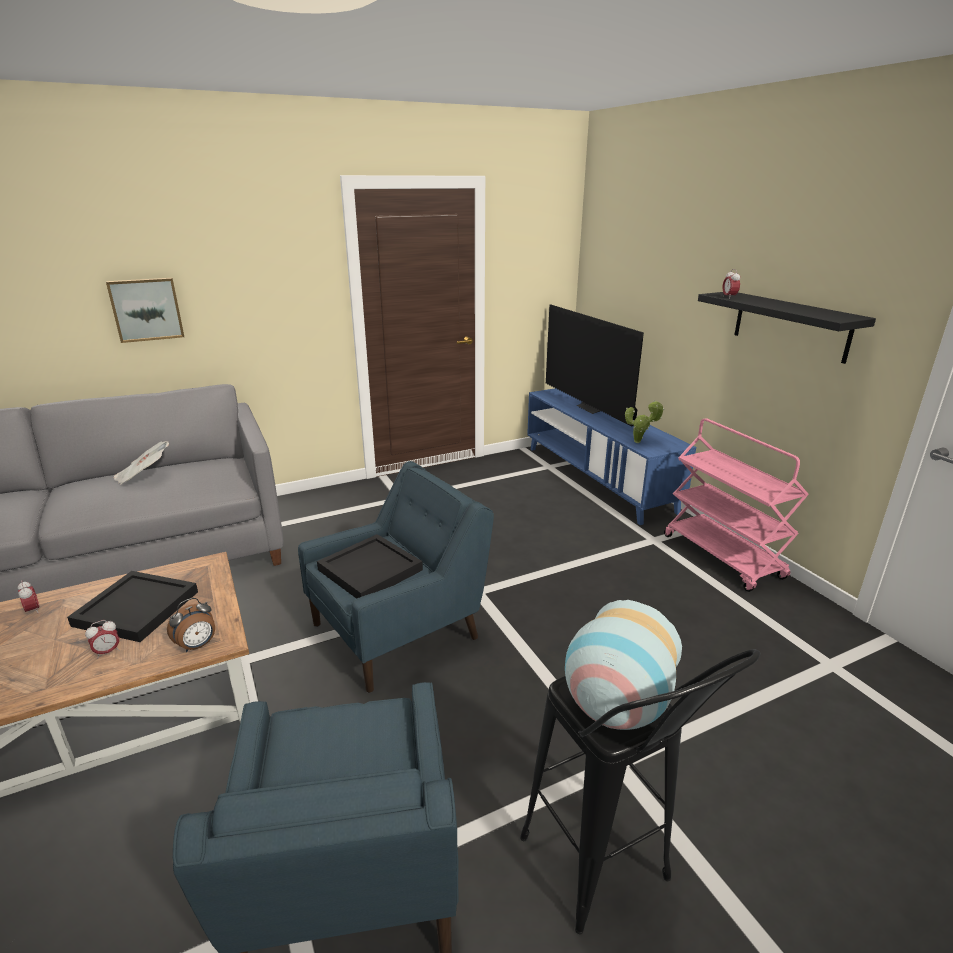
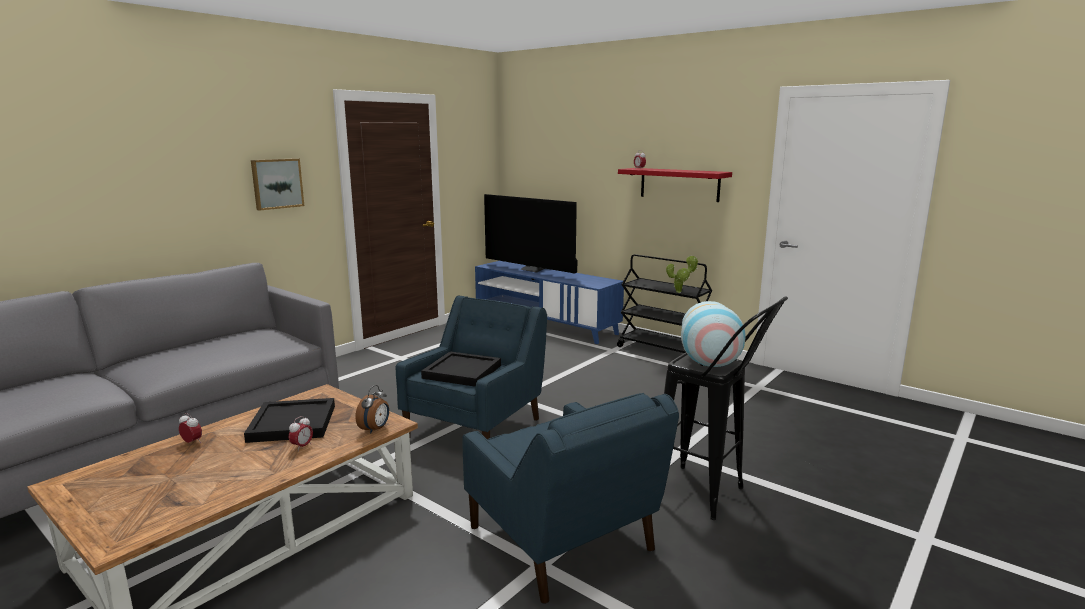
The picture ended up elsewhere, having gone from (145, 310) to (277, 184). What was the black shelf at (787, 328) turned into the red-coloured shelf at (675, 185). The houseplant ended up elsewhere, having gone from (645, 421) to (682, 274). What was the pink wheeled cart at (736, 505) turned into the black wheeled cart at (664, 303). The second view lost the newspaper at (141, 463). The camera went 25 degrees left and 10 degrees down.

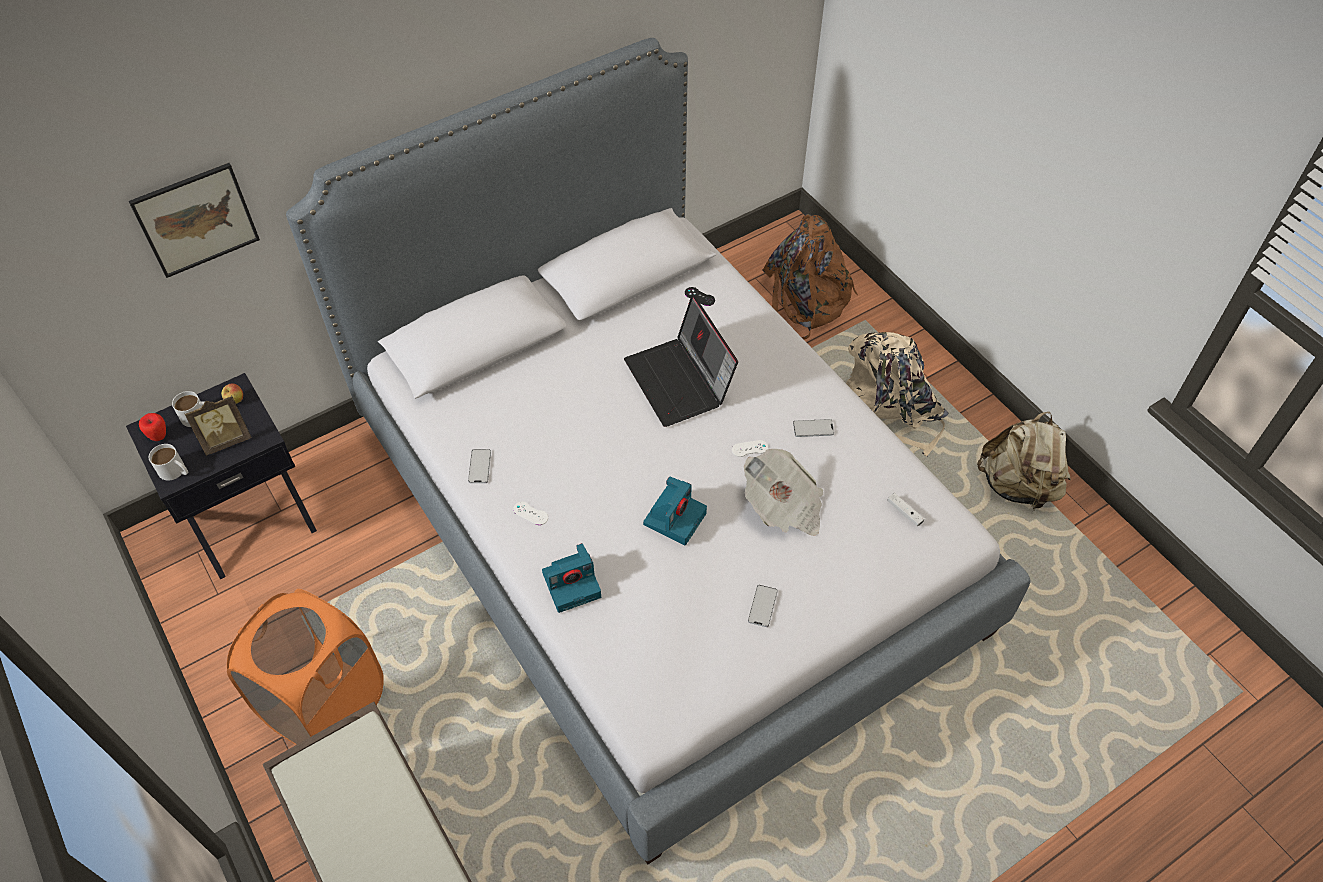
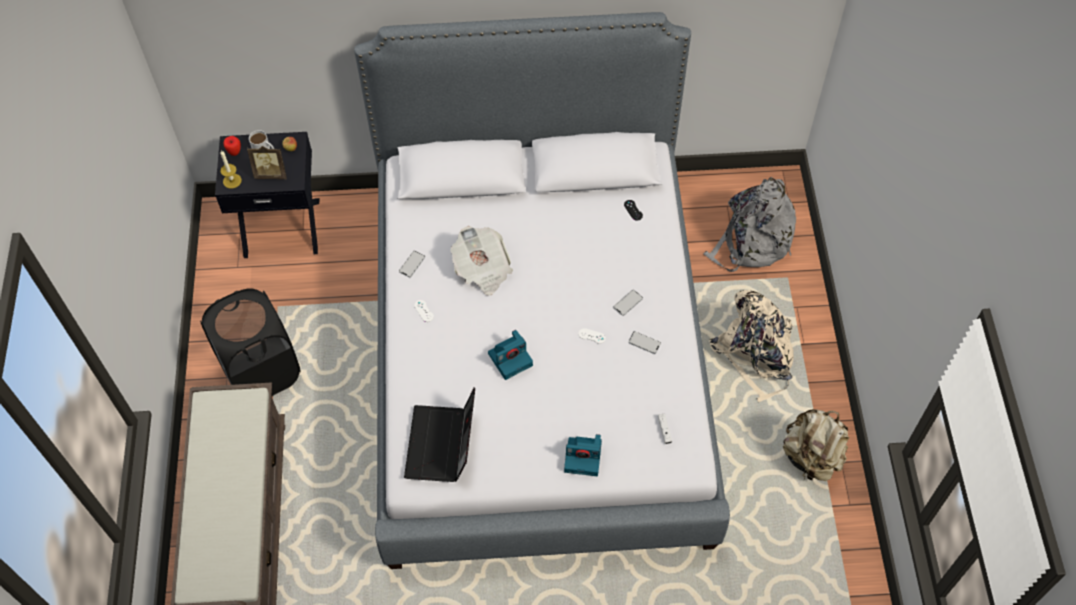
The second view lost the picture at (194, 220). What was the brown rucksack at (810, 277) turned into the greyish rucksack at (749, 224). The laptop ended up elsewhere, having gone from (681, 360) to (439, 435). Where the white-coloured coffee mug stood at (168, 462), the wax candle came to stand at (231, 169). The newspaper ended up elsewhere, having gone from (783, 492) to (481, 261). The photo camera ended up elsewhere, having gone from (571, 578) to (583, 455). The telephone ended up elsewhere, having gone from (763, 606) to (628, 303). What was the orange washing basket at (305, 667) turned into the black washing basket at (250, 342). The camera went 30 degrees right and 5 degrees up.

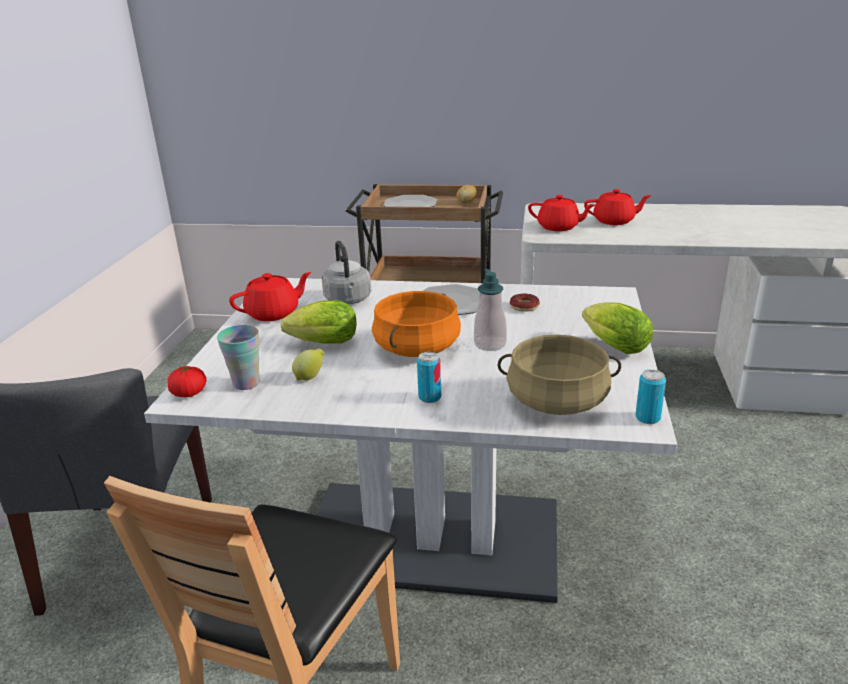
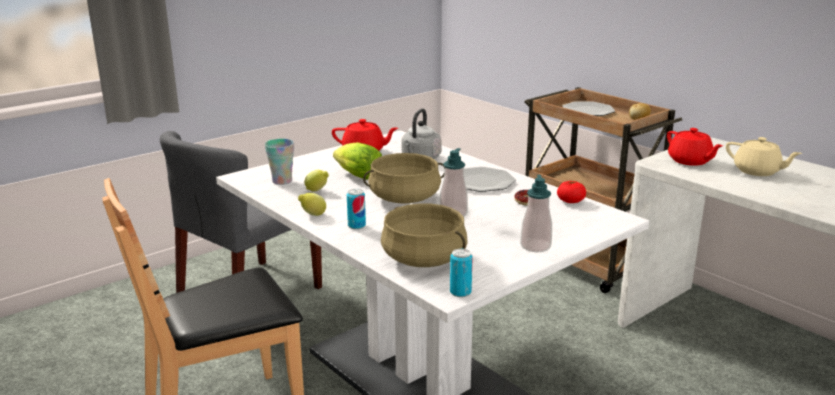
What was the red-coloured teapot at (618, 207) turned into the beige-coloured teapot at (764, 156). What was the orange saucepot at (416, 324) turned into the beige-coloured saucepot at (404, 178). Where the head of lettuce stood at (617, 328), the liquid soap bottle came to stand at (536, 213). The tomato ended up elsewhere, having gone from (187, 382) to (571, 192). The second view gained the whole lemon at (312, 204). The camera went 40 degrees right and 5 degrees down.

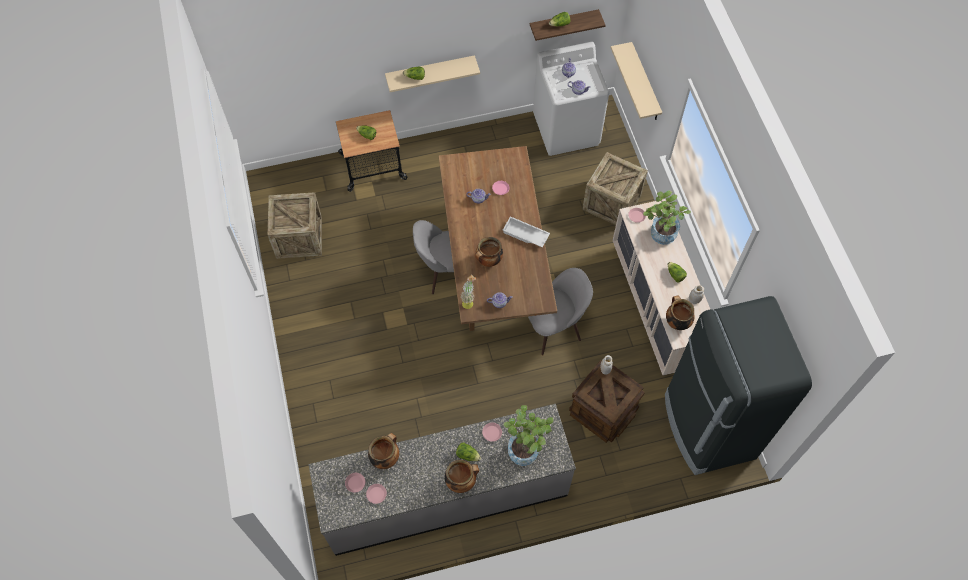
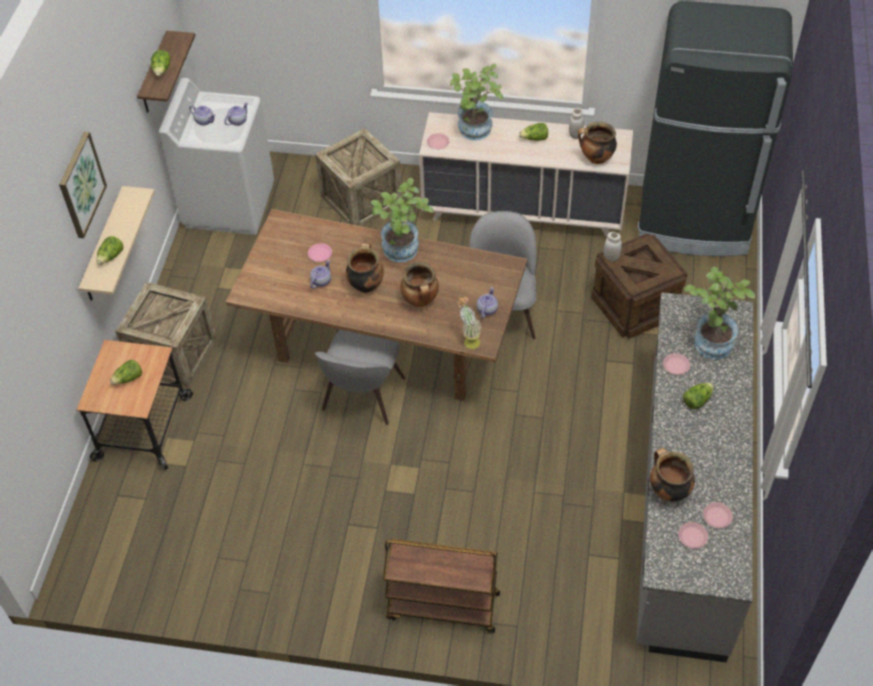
The second view lost the beige-coloured shelf at (636, 81). The packing crate ended up elsewhere, having gone from (294, 225) to (166, 335). Where the white-coloured tray stood at (526, 231), the houseplant came to stand at (402, 220). The saucepot ended up elsewhere, having gone from (462, 476) to (365, 268). The second view gained the picture at (83, 185). The second view gained the brown wheeled cart at (441, 586). The camera went 65 degrees left and 10 degrees down.

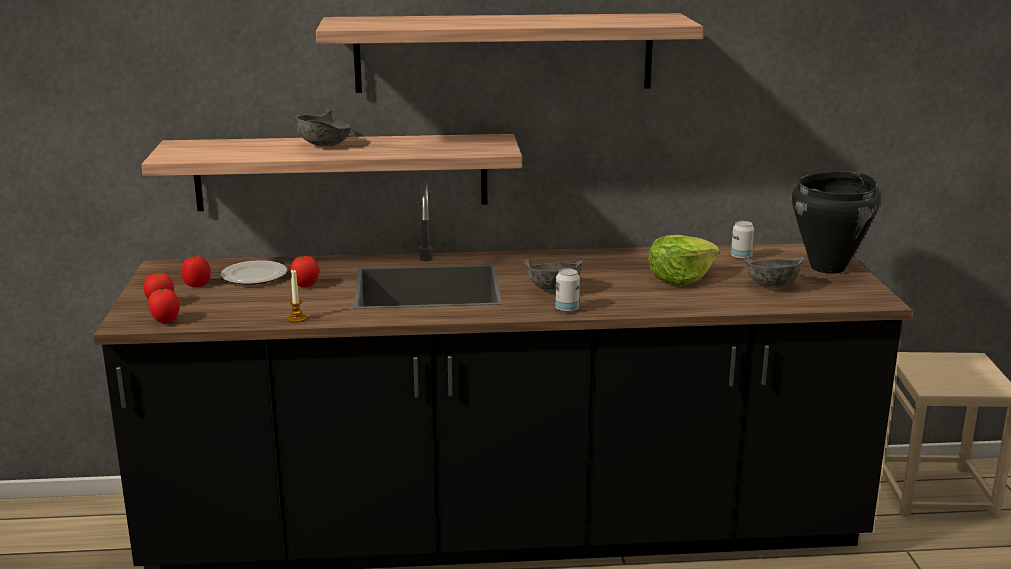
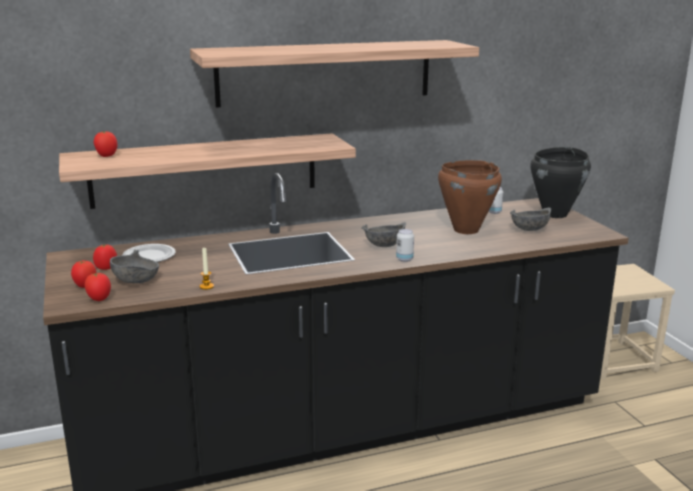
The greyish deep dish ended up elsewhere, having gone from (323, 127) to (134, 266). Where the head of lettuce stood at (684, 260), the brown saucepot came to stand at (470, 197). The tomato ended up elsewhere, having gone from (304, 271) to (106, 144). The camera went 15 degrees left and 0 degrees up.

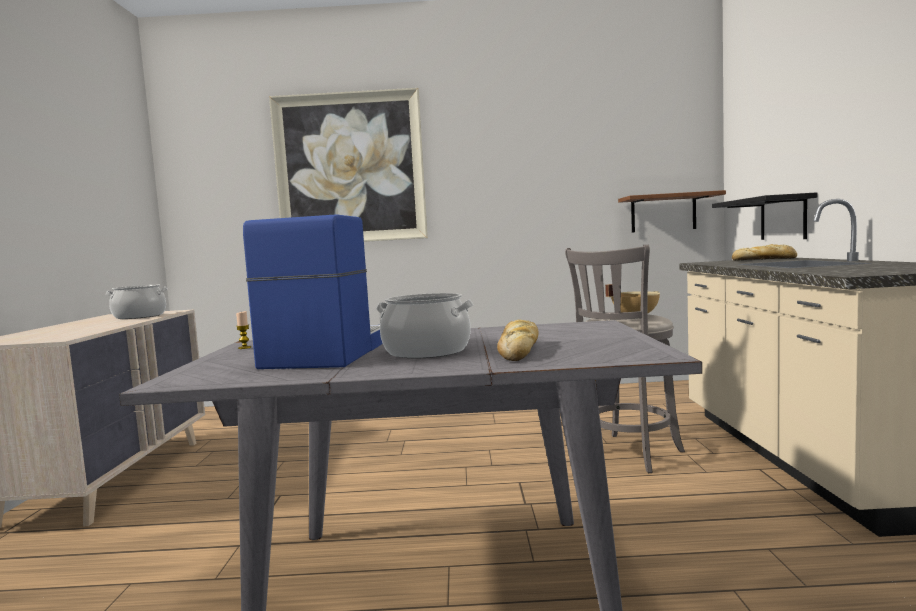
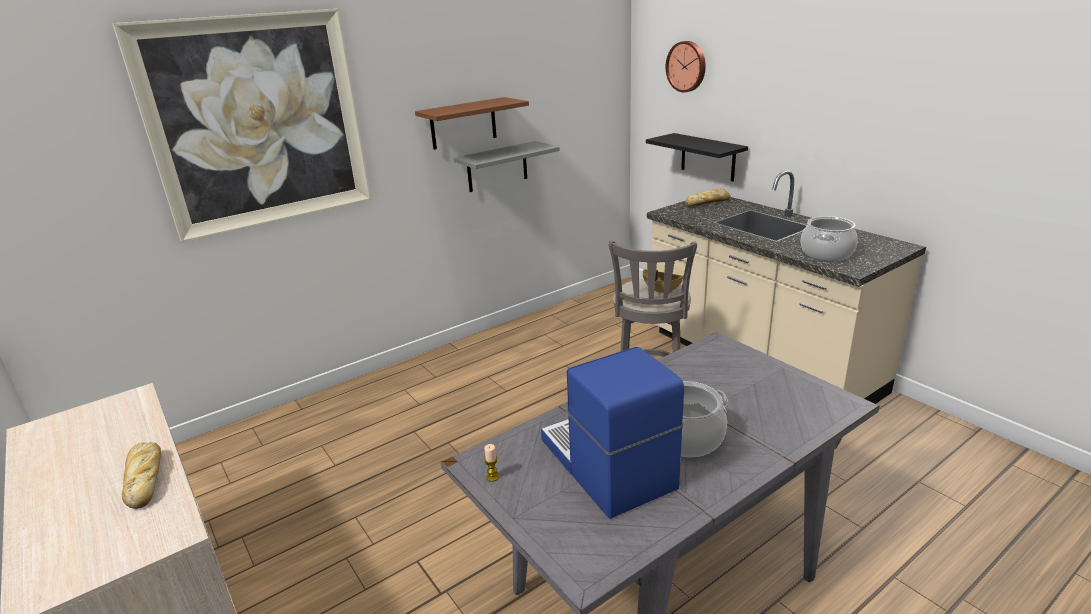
The brown shelf ended up elsewhere, having gone from (672, 211) to (472, 123). The saucepot ended up elsewhere, having gone from (136, 302) to (829, 238). The bread ended up elsewhere, having gone from (517, 340) to (141, 475). The second view gained the hanging clock at (686, 66). The second view gained the greyish shelf at (507, 166). The camera went 35 degrees left and 20 degrees up.

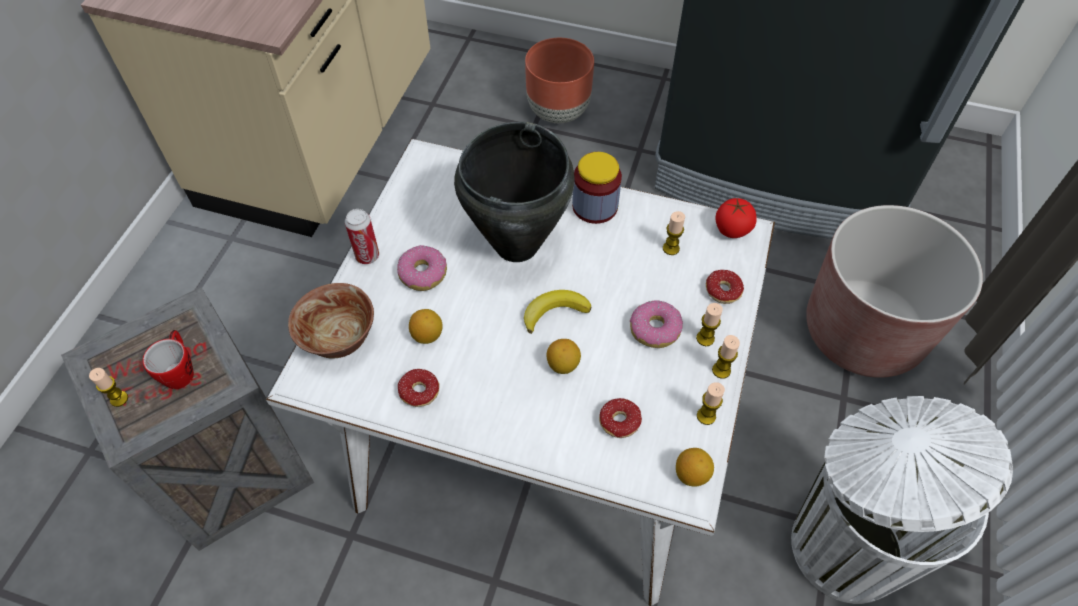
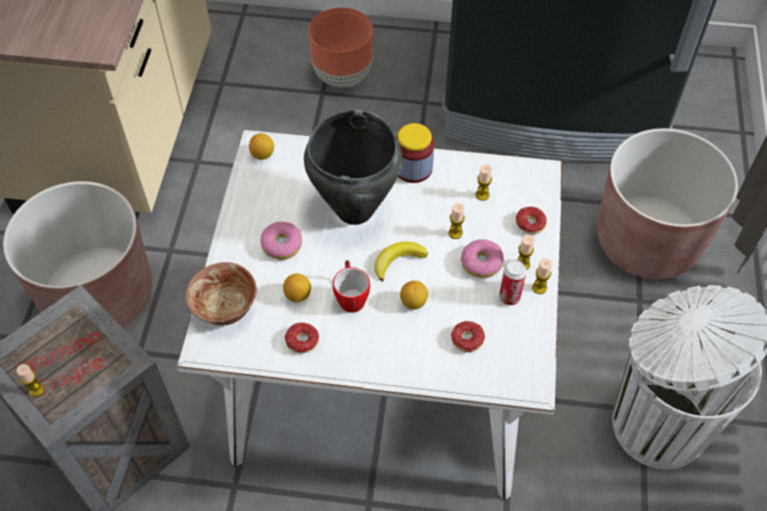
The second view lost the tomato at (736, 218). The can ended up elsewhere, having gone from (362, 236) to (513, 282). The coffee mug ended up elsewhere, having gone from (168, 359) to (351, 286). The wax candle ended up elsewhere, having gone from (711, 403) to (456, 221). The whole lemon ended up elsewhere, having gone from (695, 467) to (261, 146). The second view gained the brown plant pot at (77, 254). The camera went 10 degrees left and 0 degrees up.

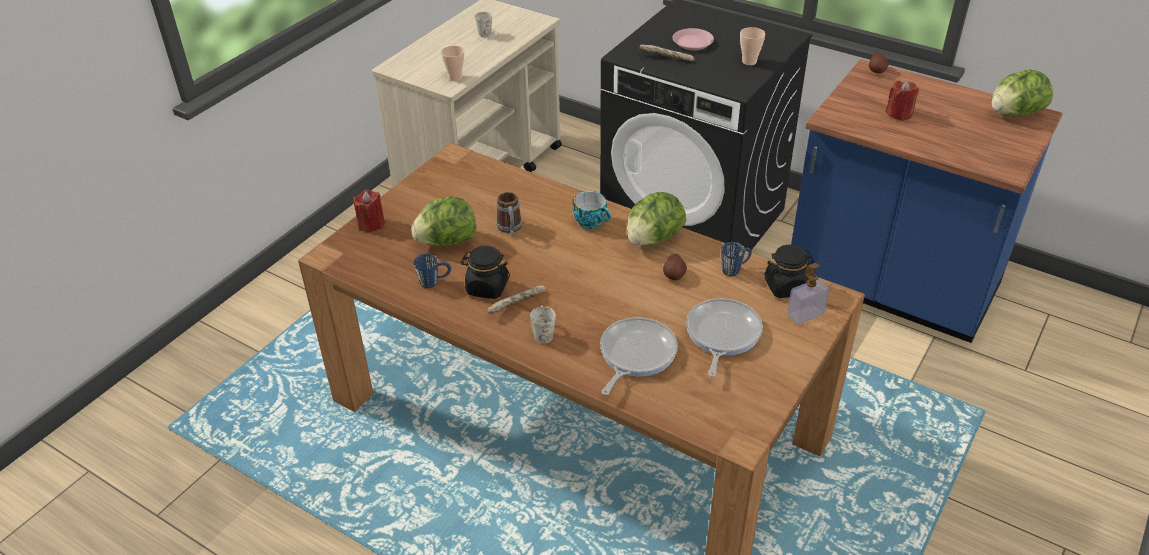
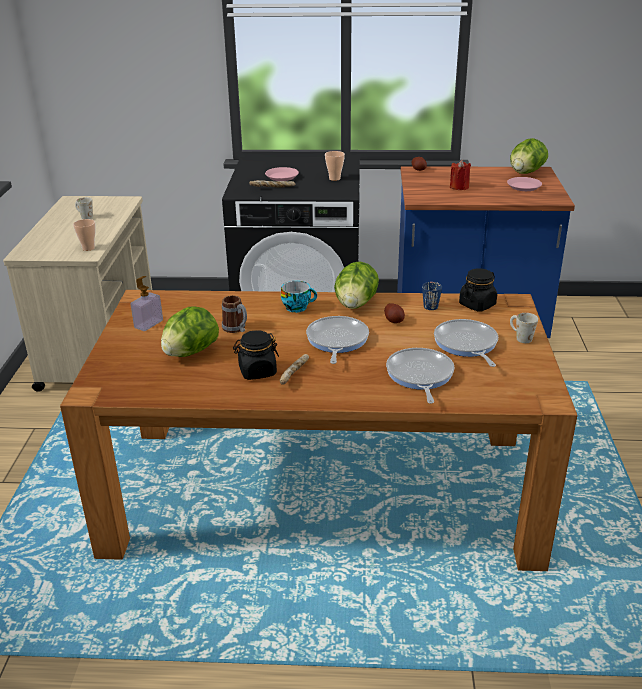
The second view lost the red-coloured wax candle at (369, 211). The second view lost the blue coffee mug at (432, 270). The liquid soap bottle ended up elsewhere, having gone from (808, 294) to (147, 303). The white-coloured coffee mug ended up elsewhere, having gone from (543, 324) to (524, 328). The second view gained the pink dinner plate at (524, 184). The second view gained the skillet at (337, 340). The camera went 30 degrees left and 10 degrees down.

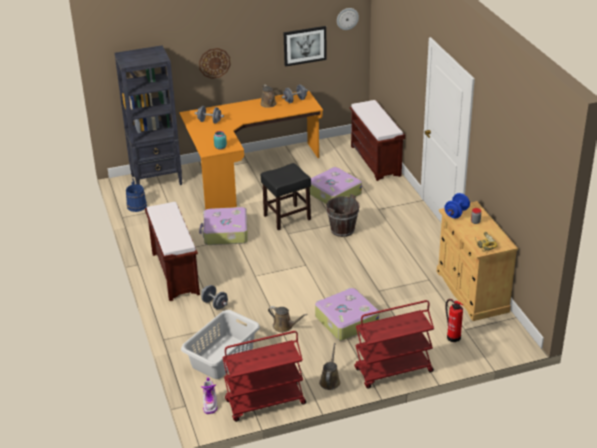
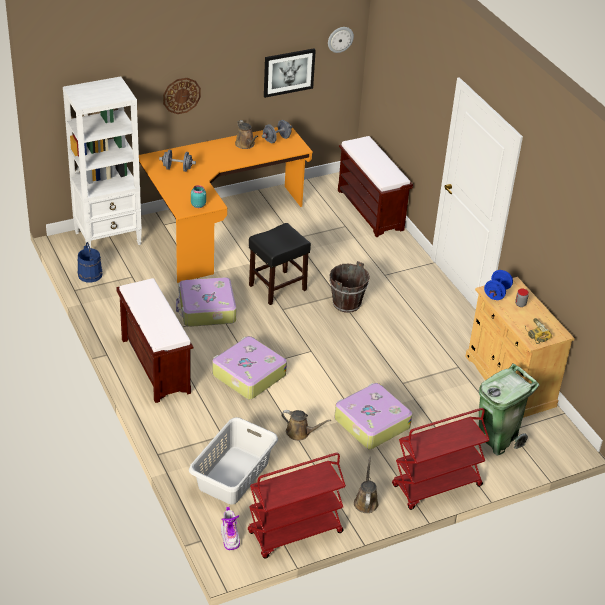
What was the black bookshelf at (148, 115) turned into the white-coloured bookshelf at (102, 162). The travel case ended up elsewhere, having gone from (336, 185) to (249, 367). The second view lost the greyish hand weight at (214, 297). Where the fire extinguisher stood at (454, 320), the green-coloured waste bin came to stand at (509, 409). The camera went 10 degrees left and 5 degrees up.

